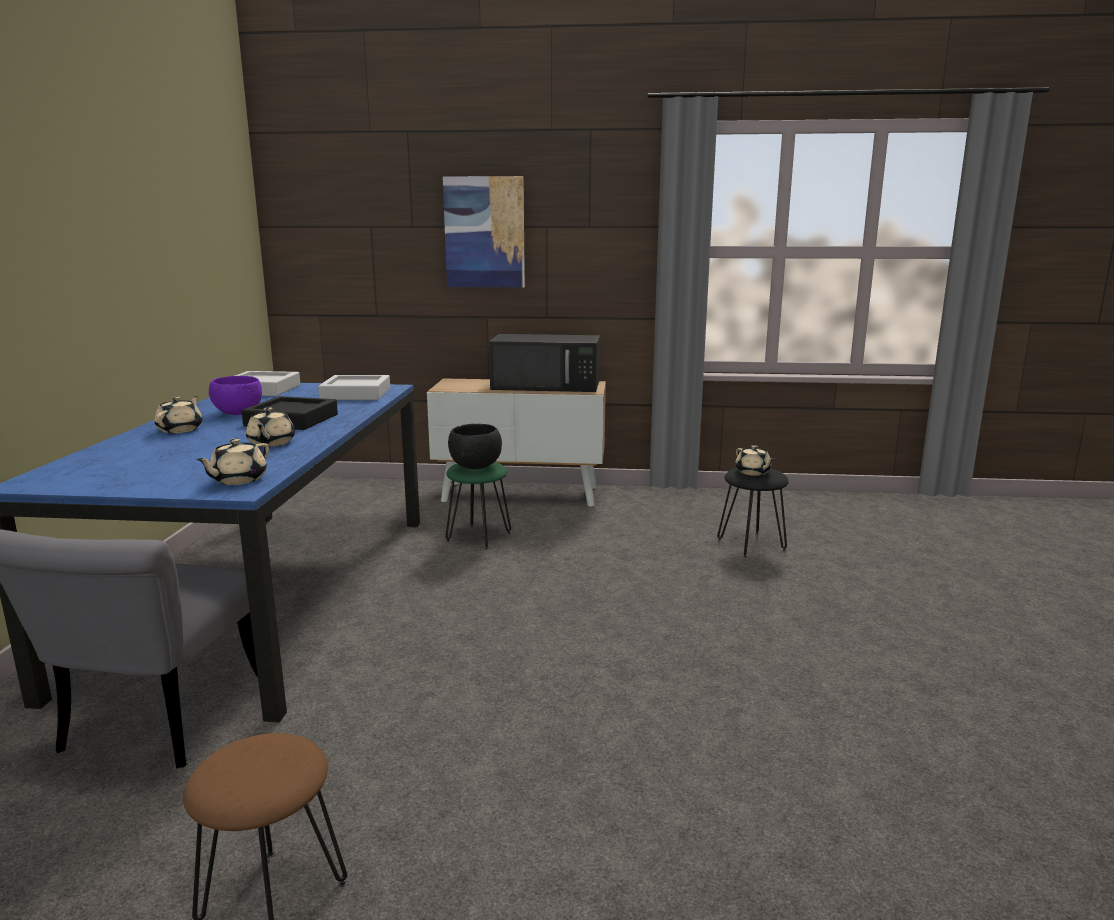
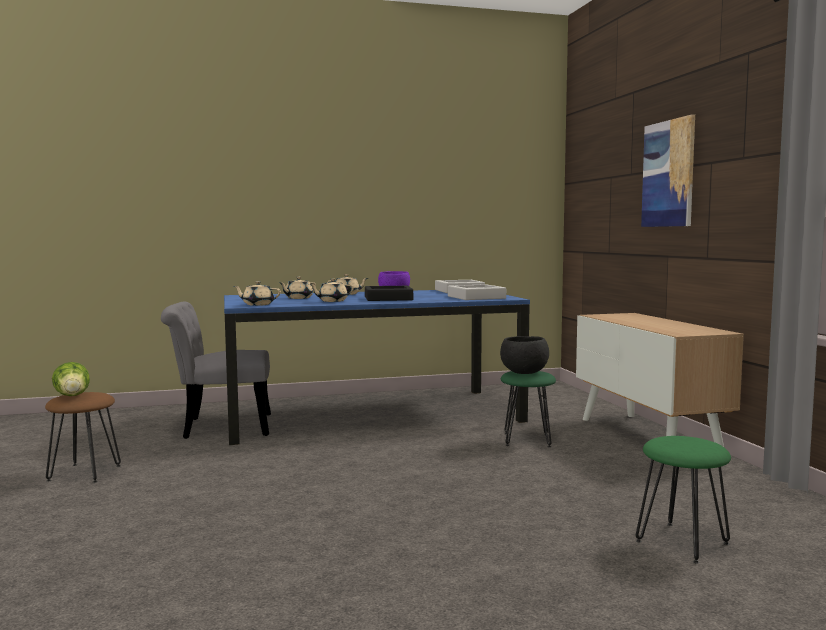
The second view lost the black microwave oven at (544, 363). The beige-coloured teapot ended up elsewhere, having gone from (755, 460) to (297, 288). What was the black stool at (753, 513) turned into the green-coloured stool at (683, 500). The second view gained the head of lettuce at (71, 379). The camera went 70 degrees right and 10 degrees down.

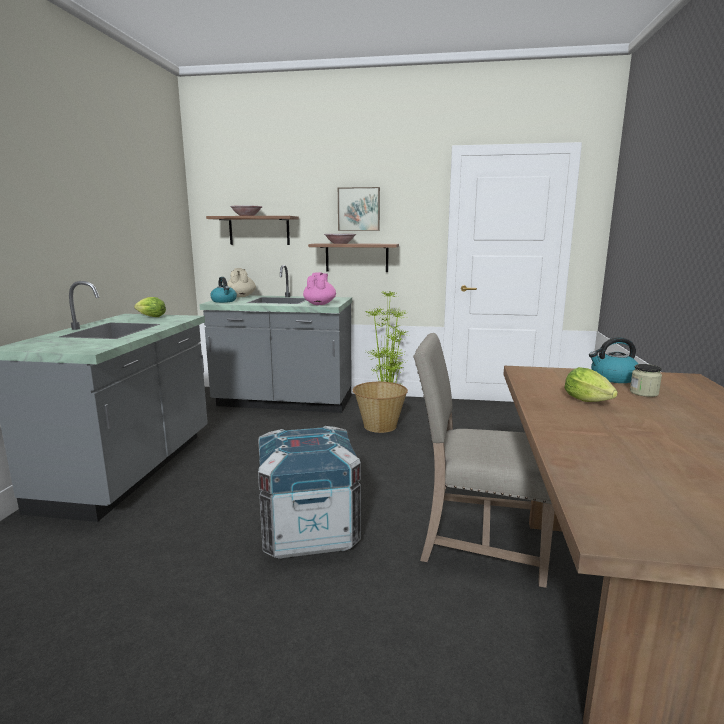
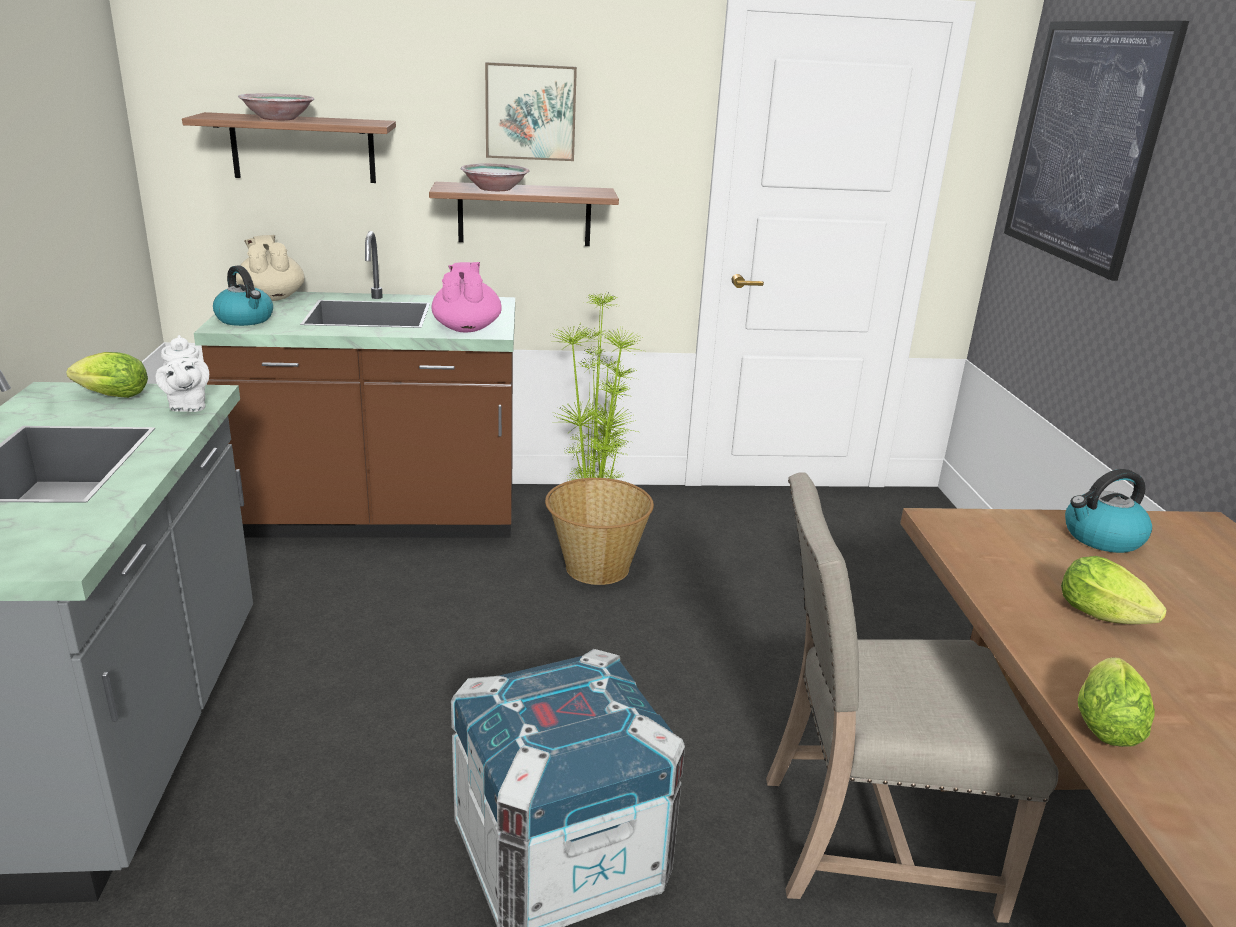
What was the greyish kitchen counter at (276, 339) turned into the brown kitchen counter at (354, 384). The second view lost the jar at (646, 380). The second view gained the picture at (1096, 151). The second view gained the white-coloured teapot at (182, 373). The second view gained the head of lettuce at (1116, 702). The camera went 15 degrees left and 10 degrees up.

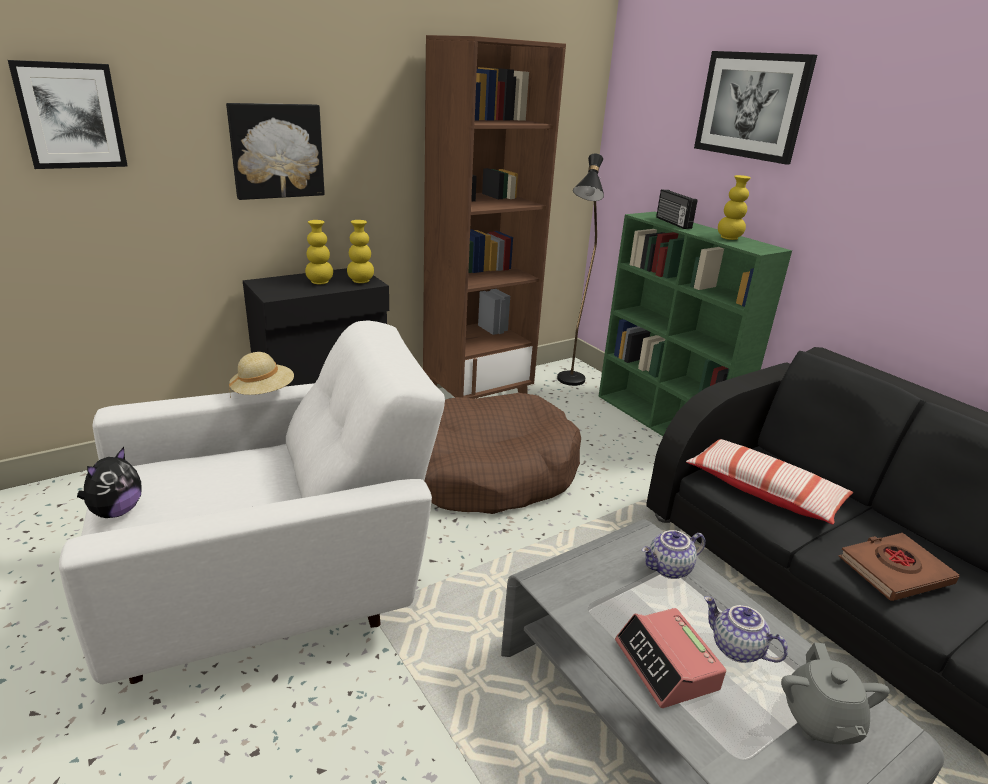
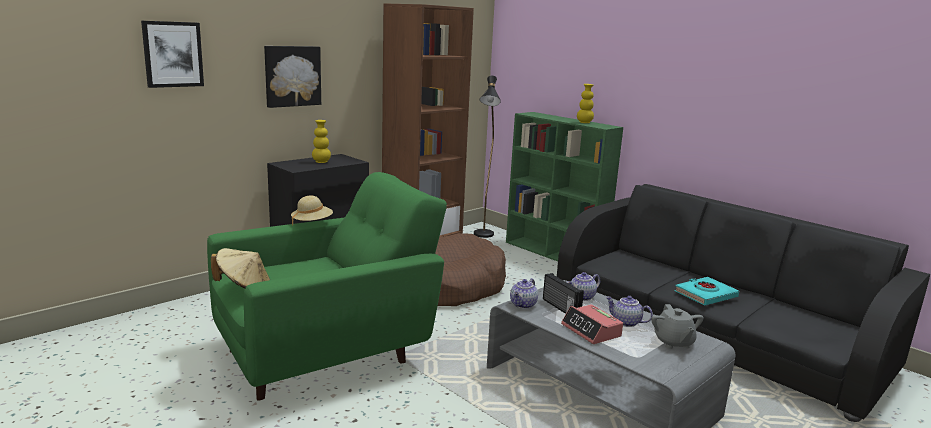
The second view lost the picture at (755, 108). The radio ended up elsewhere, having gone from (677, 209) to (563, 293). The second view lost the yellowish vase at (360, 251). What was the white-coloured armchair at (252, 502) turned into the green-coloured armchair at (327, 286). The second view lost the pillow at (769, 481). Where the soft toy stood at (109, 482), the beige-coloured clothing hat came to stand at (240, 268). What was the brown book at (899, 567) turned into the turquoise-coloured book at (706, 291). The second view gained the teapot at (524, 293). The camera went 10 degrees left and 10 degrees down.

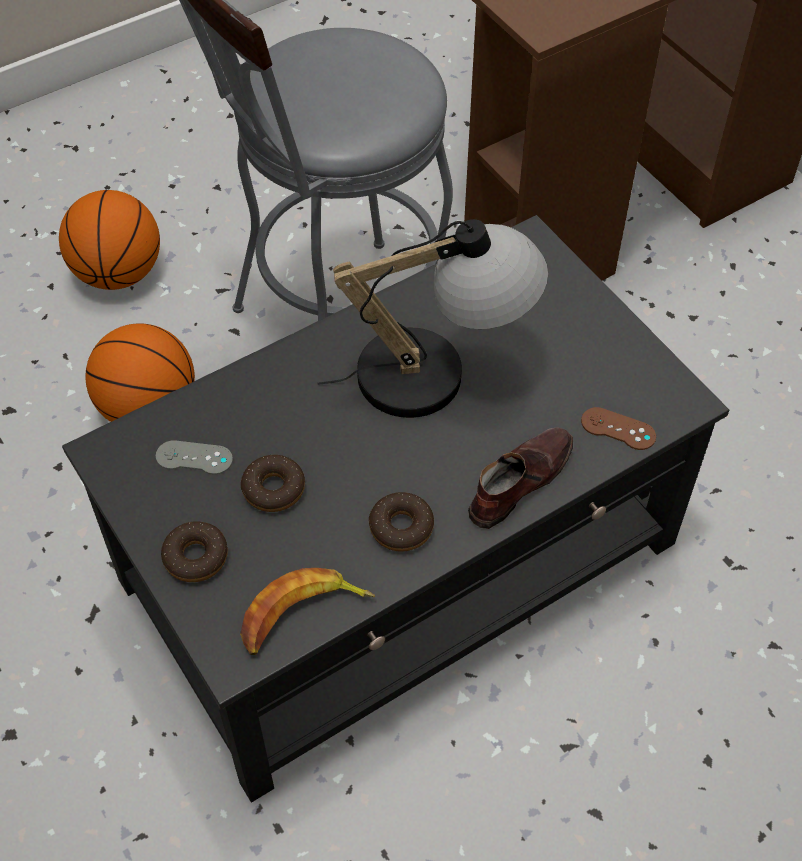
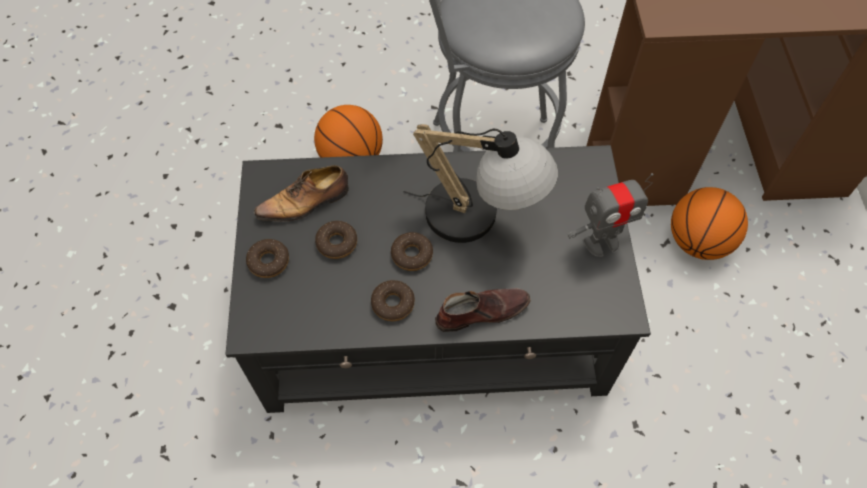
The basketball ended up elsewhere, having gone from (109, 240) to (709, 223). The second view lost the brown gamepad at (618, 428). Where the greyish gamepad stood at (194, 457), the shoe came to stand at (301, 193). The second view lost the banana at (307, 611). The second view gained the toy robot at (610, 215). The second view gained the doughnut at (412, 251). The camera went 30 degrees right and 5 degrees up.

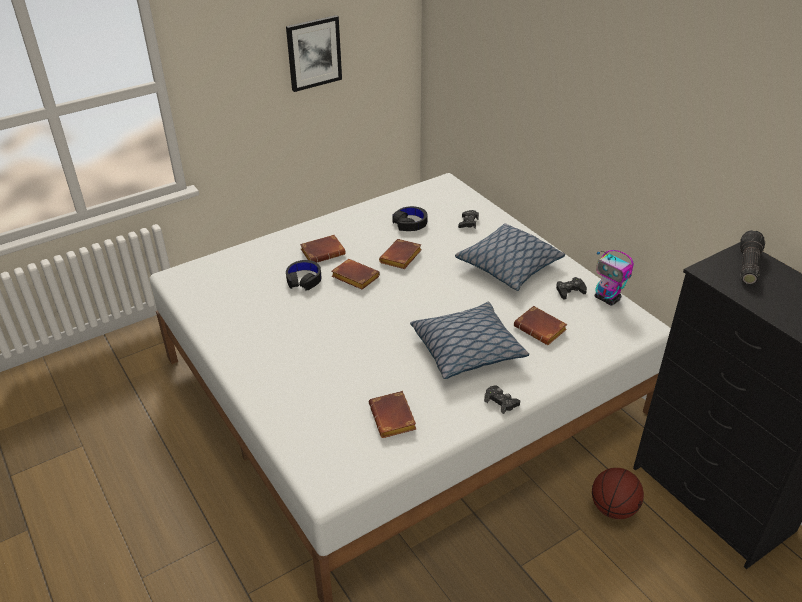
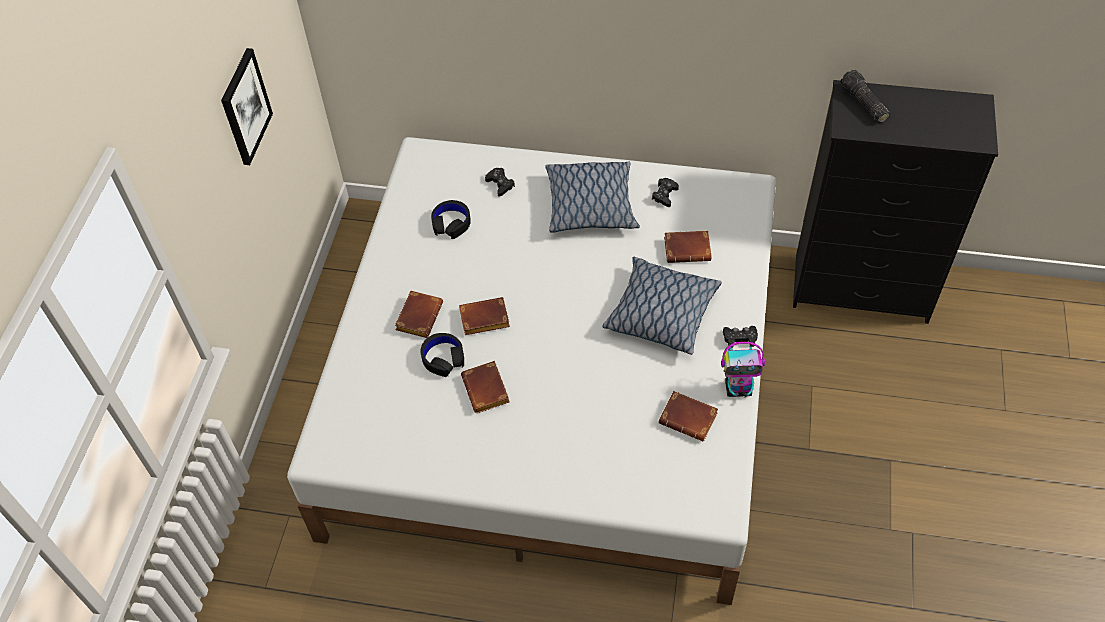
The brown book ended up elsewhere, having gone from (400, 254) to (485, 387). The toy robot ended up elsewhere, having gone from (614, 278) to (743, 370). The second view lost the basketball at (618, 493). The camera went 45 degrees left and 15 degrees up.

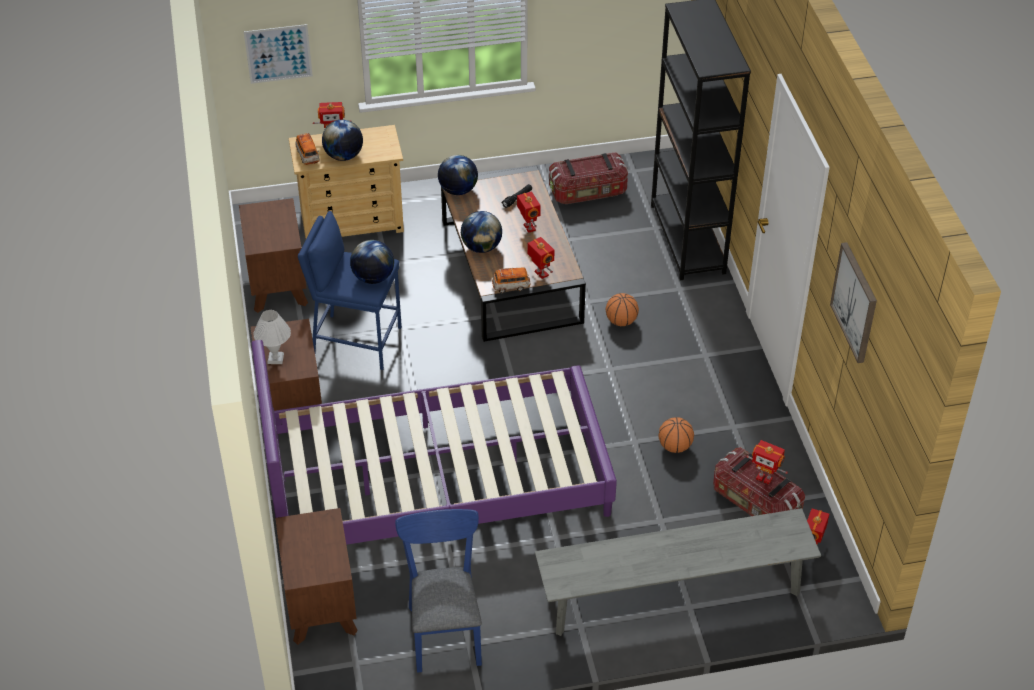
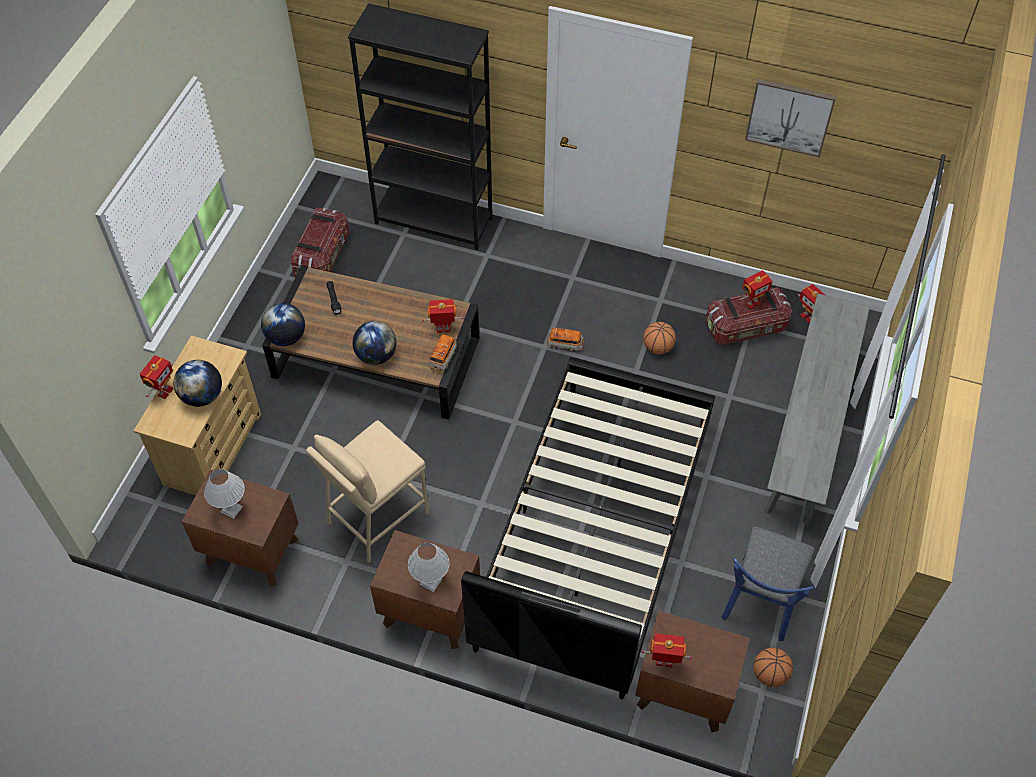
The second view lost the picture at (278, 54). The miniature car ended up elsewhere, having gone from (307, 149) to (565, 340). The toy robot ended up elsewhere, having gone from (529, 212) to (666, 650). What was the blue stool at (350, 290) turned into the beige-coloured stool at (367, 491). The second view lost the desk globe at (372, 262). The basketball ended up elsewhere, having gone from (622, 309) to (773, 667). What was the purple bed at (434, 442) turned into the black bed at (588, 528). The blue upright chair at (438, 591) ended up facing another way, 90 degrees counterclockwise from before. The second view gained the white-coloured lamp for a table at (224, 494). The camera went 60 degrees left and 10 degrees up.

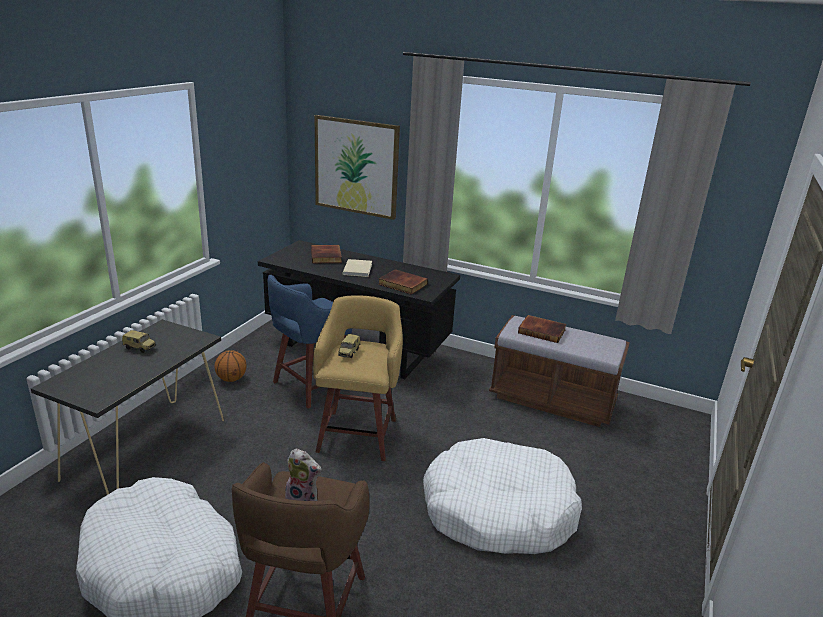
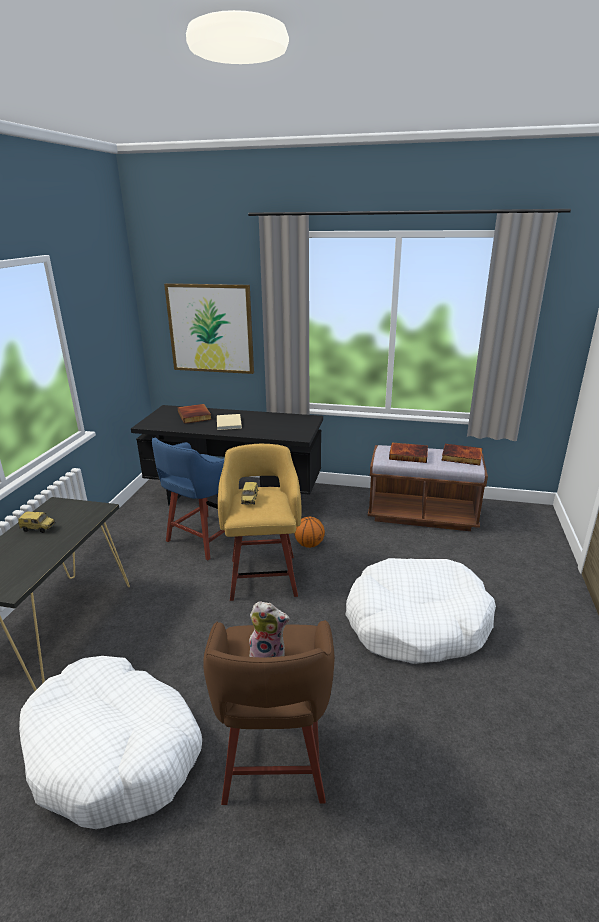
The book ended up elsewhere, having gone from (403, 282) to (462, 455). The basketball ended up elsewhere, having gone from (230, 366) to (309, 532). The camera went 10 degrees left and 0 degrees up.

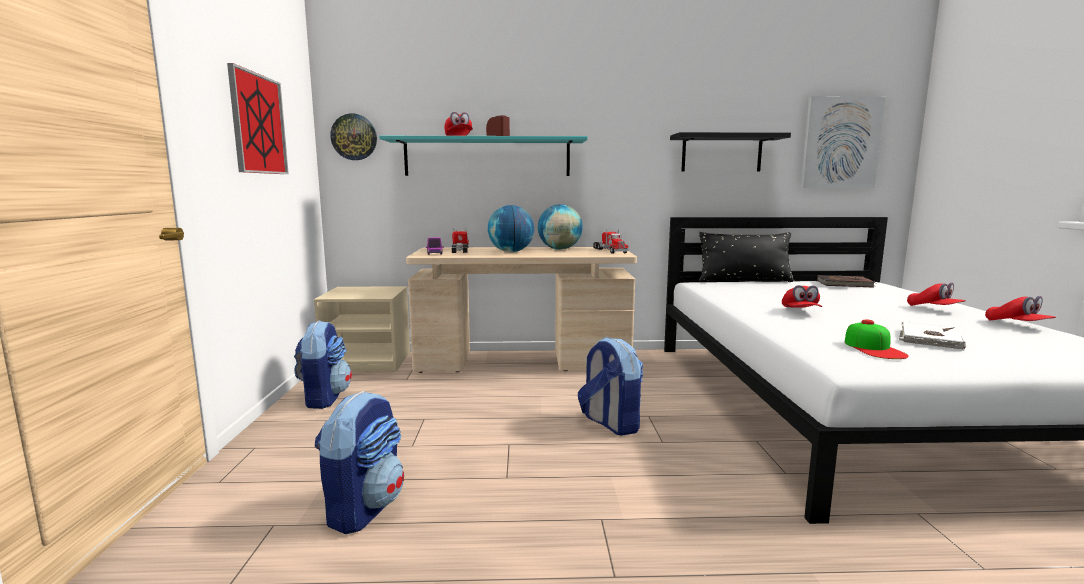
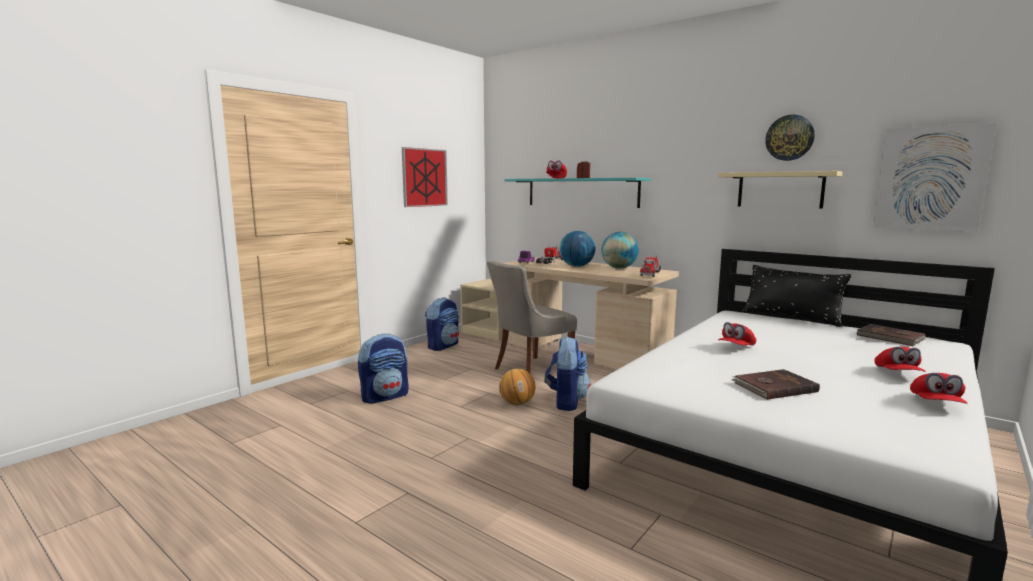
The hanging clock ended up elsewhere, having gone from (353, 137) to (790, 137). What was the black shelf at (730, 152) turned into the beige-coloured shelf at (780, 189). The second view lost the baseball cap at (877, 339). What was the white-coloured book at (932, 336) turned into the brown book at (775, 384). The second view gained the greyish upright chair at (532, 317). The second view gained the basketball at (517, 387). The camera went 40 degrees right and 0 degrees up.

